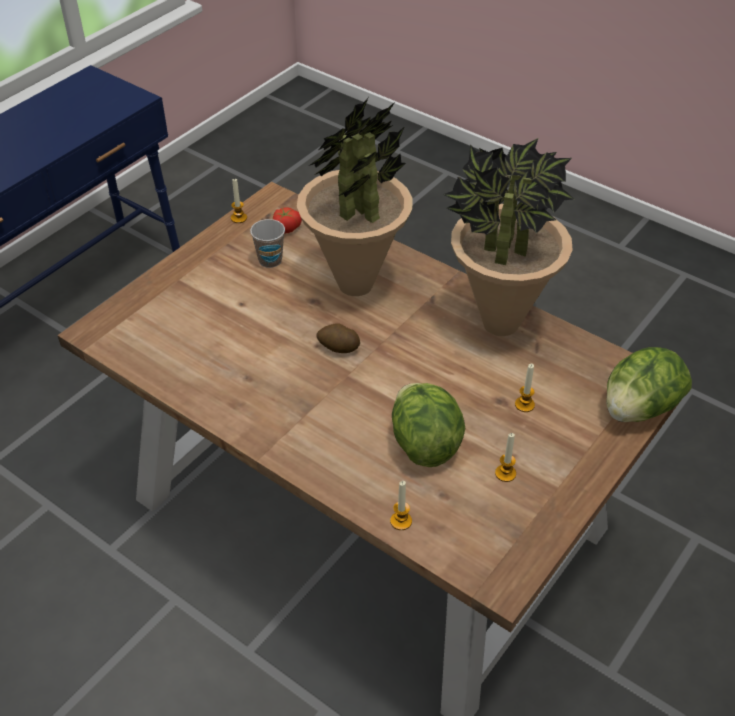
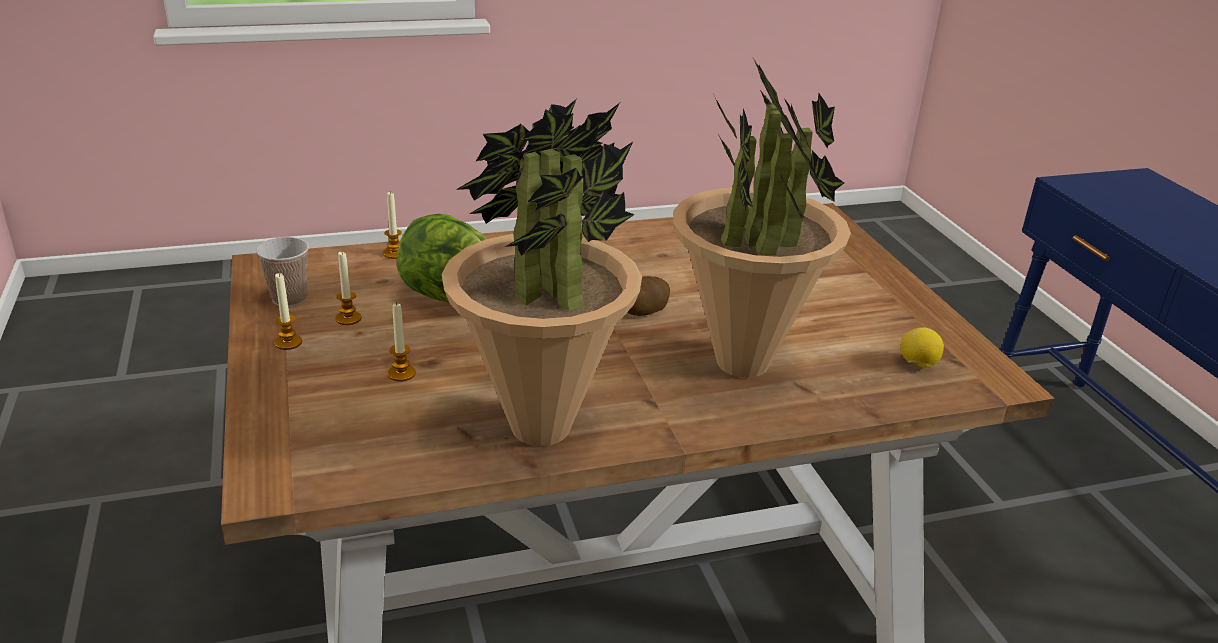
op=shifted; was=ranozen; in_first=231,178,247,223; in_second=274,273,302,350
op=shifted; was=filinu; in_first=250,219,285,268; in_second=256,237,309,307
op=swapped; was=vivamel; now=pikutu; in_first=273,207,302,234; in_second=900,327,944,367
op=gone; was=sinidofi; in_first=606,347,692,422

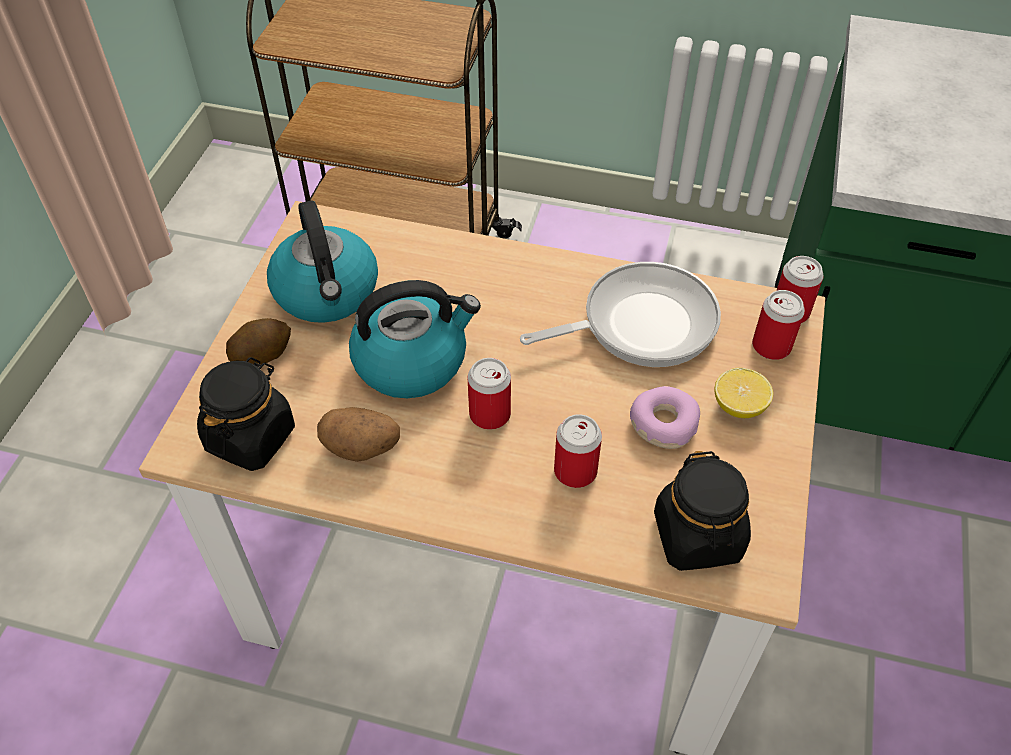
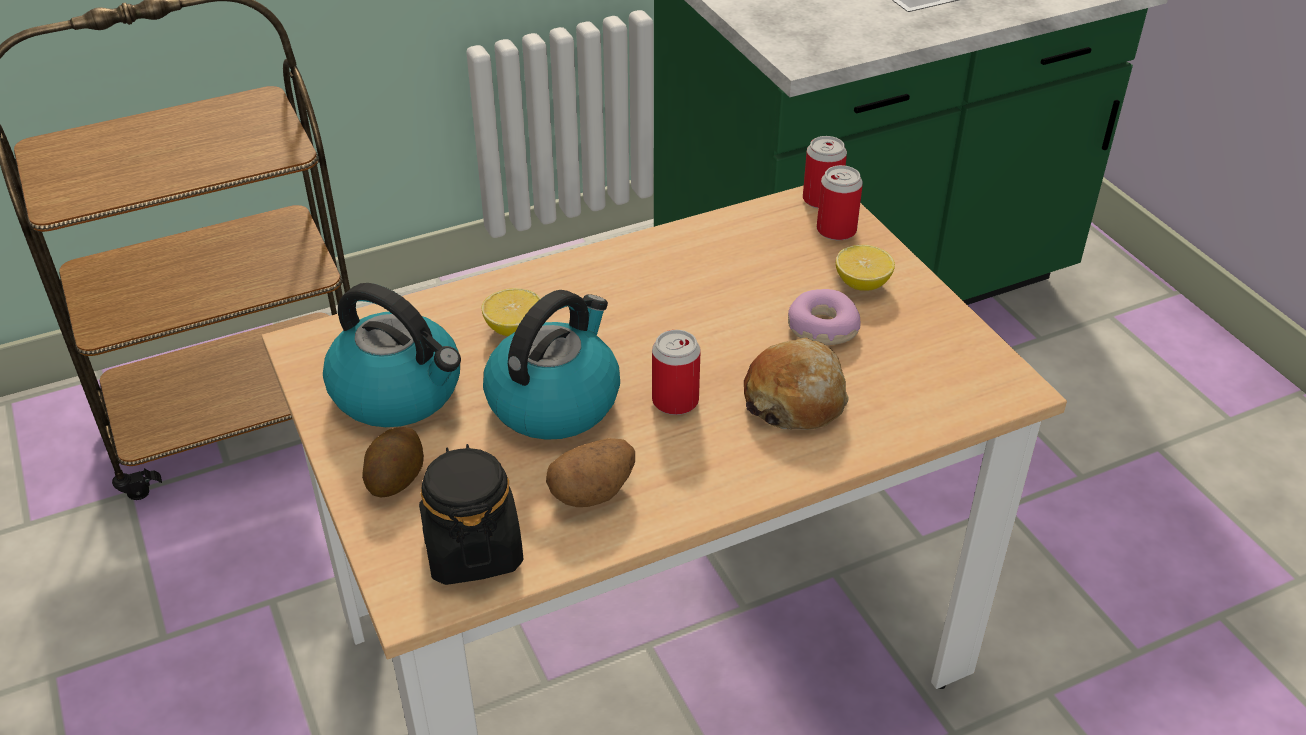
op=gone; was=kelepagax; in_first=520,262,721,367
op=swapped; was=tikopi; now=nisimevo; in_first=554,414,602,488; in_second=744,338,848,430
op=gone; was=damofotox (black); in_first=654,451,751,571
op=new; now=pikutu; in_second=482,288,541,336

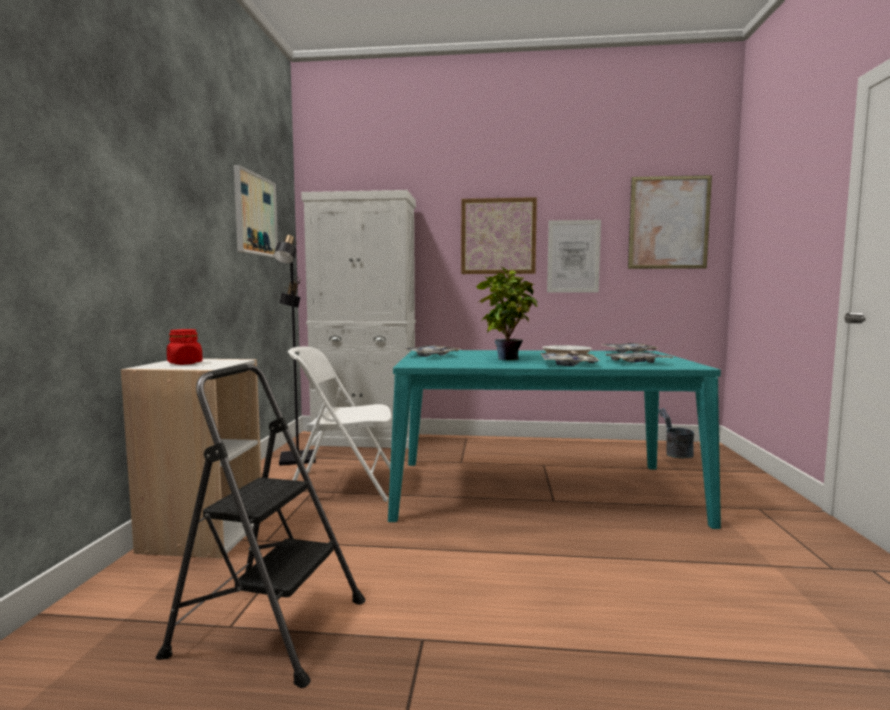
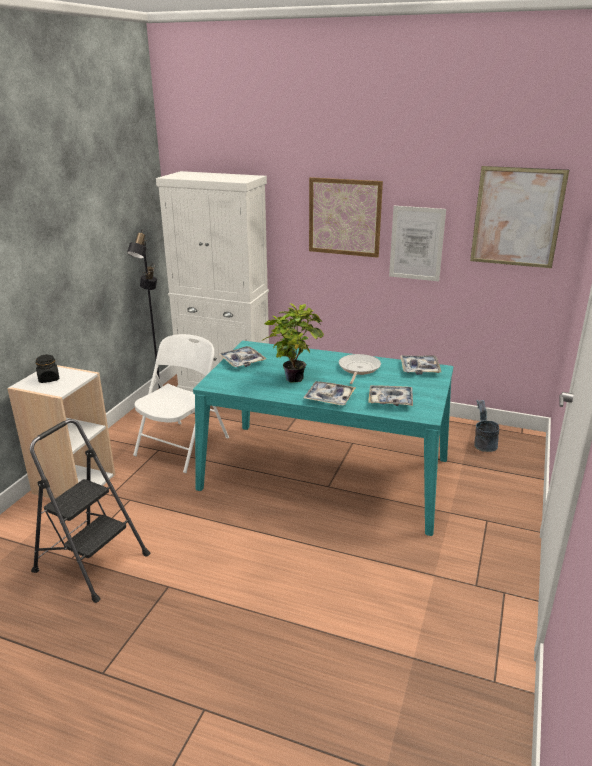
op=repainted; was=damofotox (red); now=damofotox (black); in_first=167,329,203,365; in_second=36,354,60,383
op=gone; was=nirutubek; in_first=234,165,278,258
op=rotated; was=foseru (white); in_first=288,346,391,502; in_second=133,334,229,473; clockwise=105

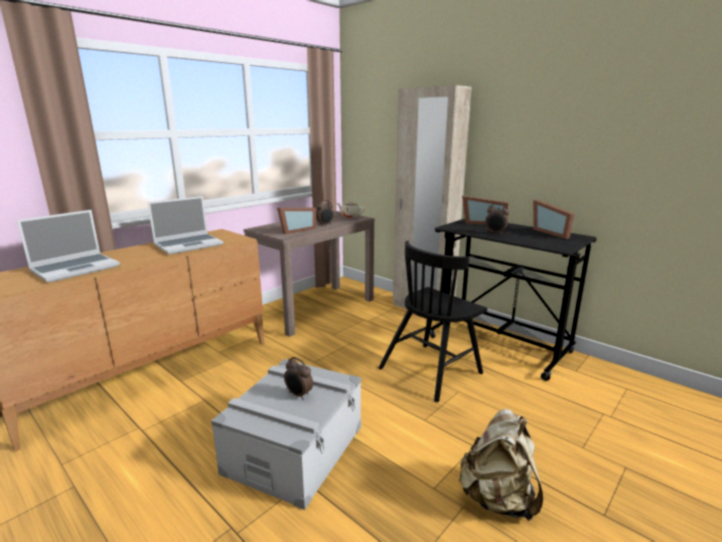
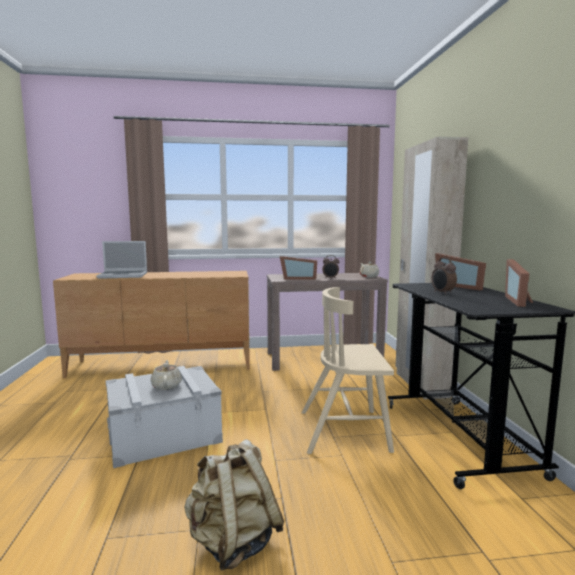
op=gone; was=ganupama; in_first=147,196,223,255
op=swapped; was=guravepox; now=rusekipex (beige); in_first=284,357,313,400; in_second=151,360,182,390
op=repainted; was=foseru (black); now=foseru (beige); in_first=378,241,487,402; in_second=301,287,394,454

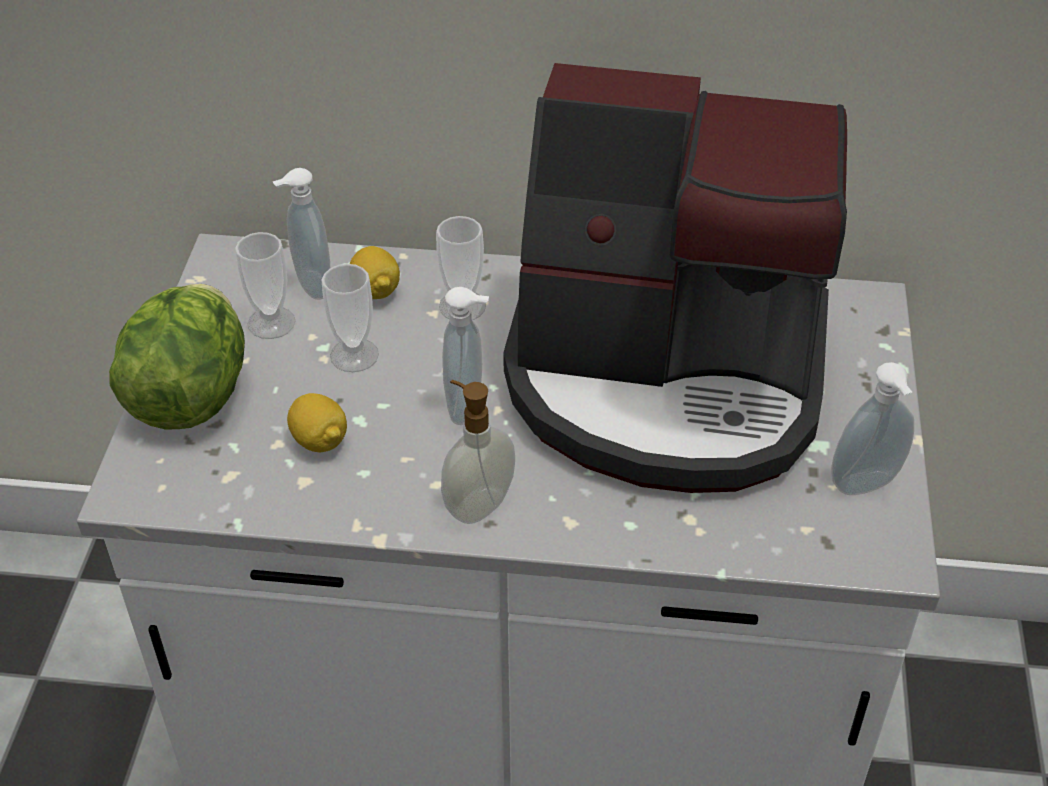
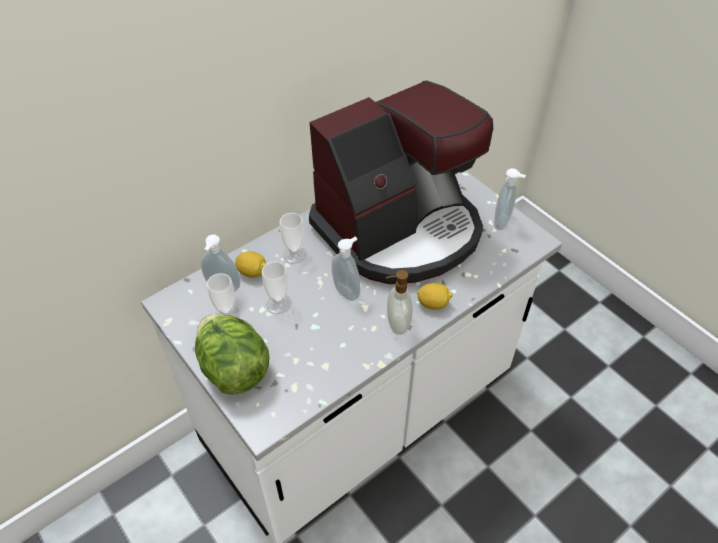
op=shifted; was=pikutu; in_first=287,393,347,452; in_second=417,283,453,310

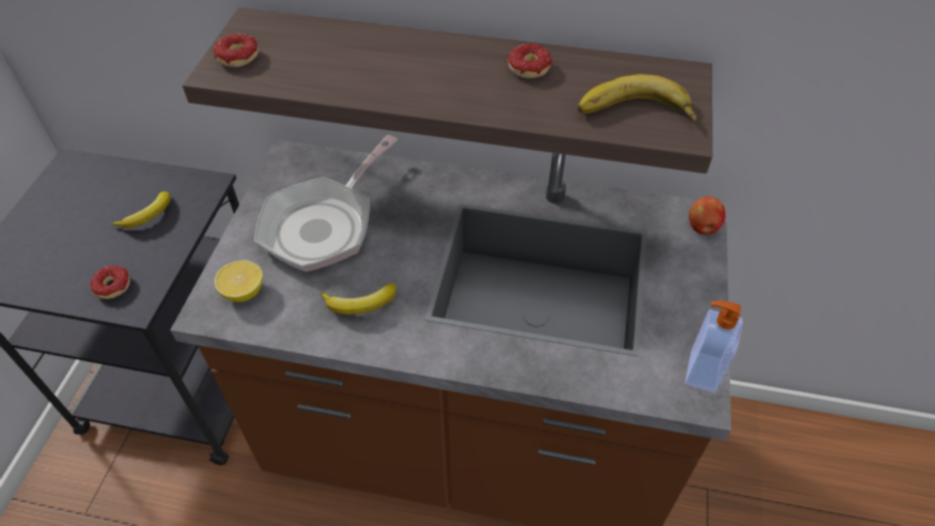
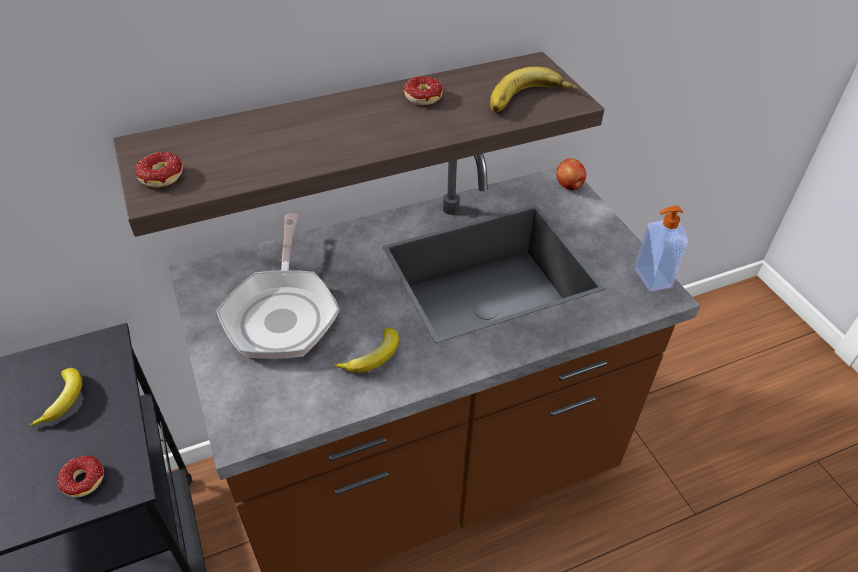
op=gone; was=pikutu; in_first=214,260,263,302

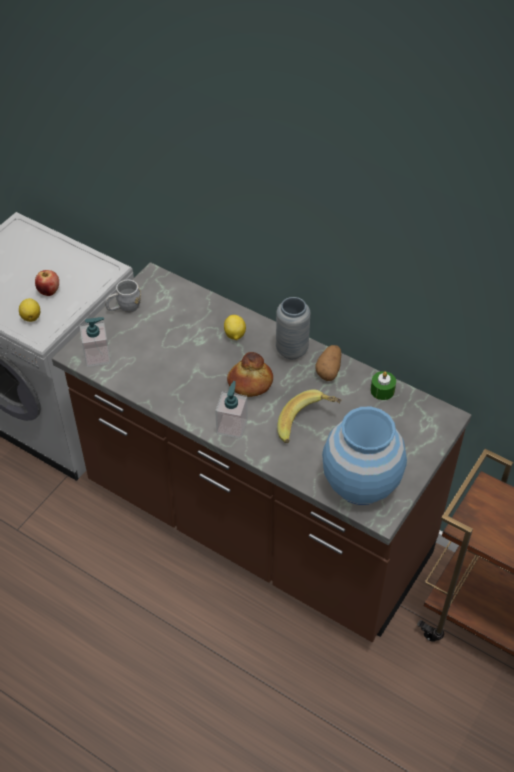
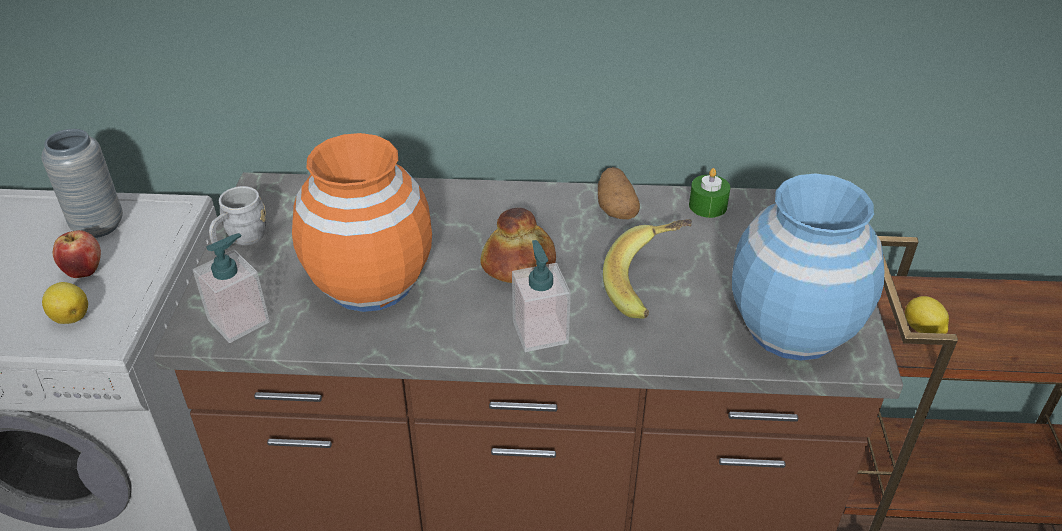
op=shifted; was=pikutu; in_first=224,315,246,340; in_second=905,296,949,334
op=shifted; was=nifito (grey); in_first=276,297,310,359; in_second=42,129,123,238
op=new; now=nifito (orange); in_second=292,133,432,312

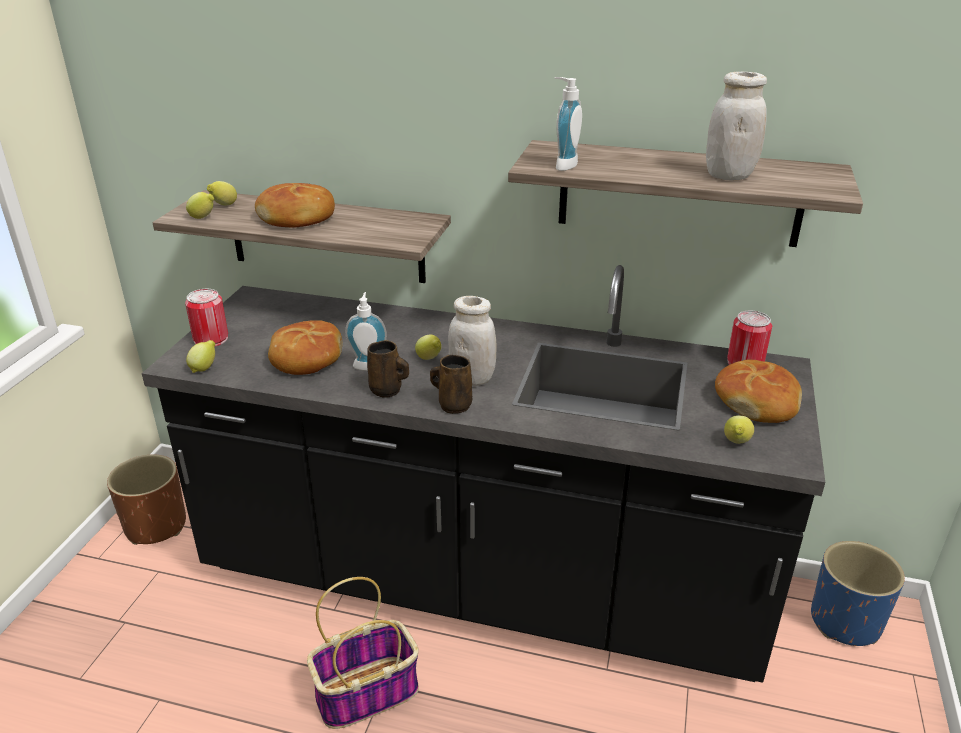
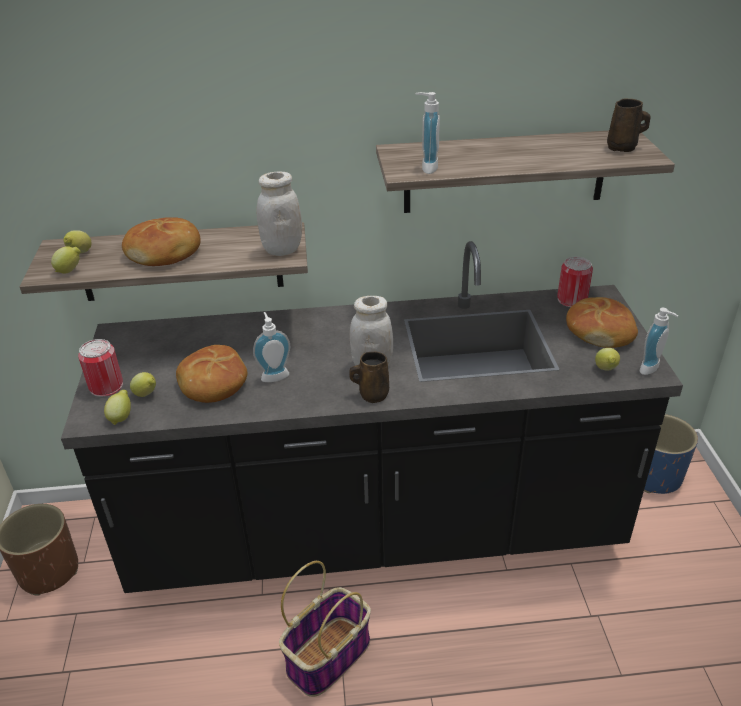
op=shifted; was=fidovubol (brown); in_first=367,340,409,398; in_second=607,99,651,152
op=shifted; was=pikutu; in_first=415,335,441,360; in_second=130,372,156,397
op=shifted; was=damofotox (white); in_first=706,72,767,180; in_second=257,171,302,256
op=new; now=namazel; in_second=639,308,679,375

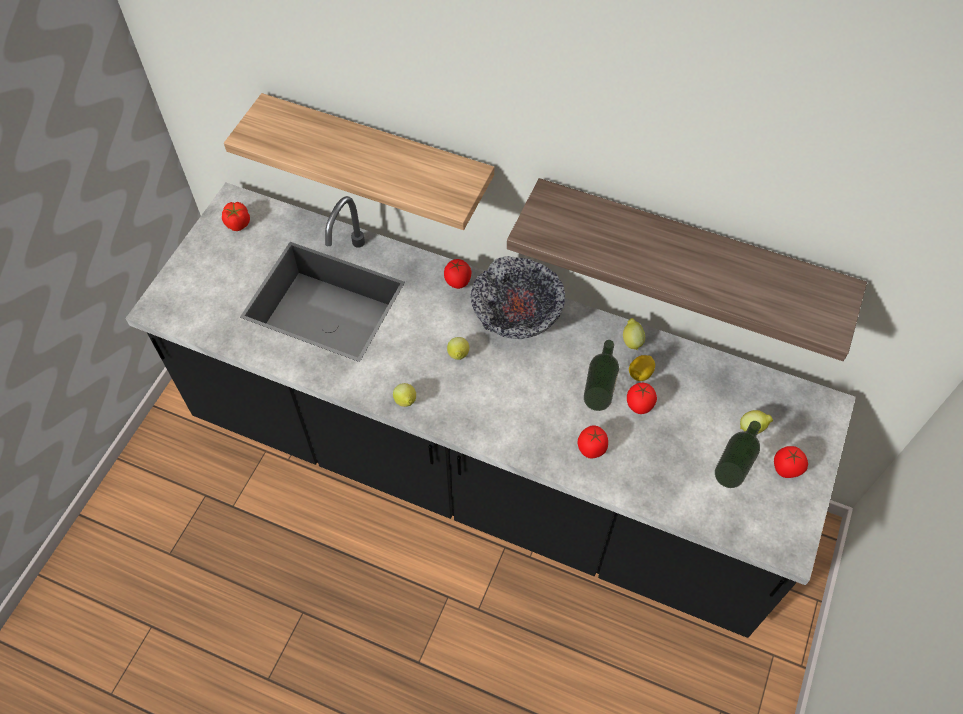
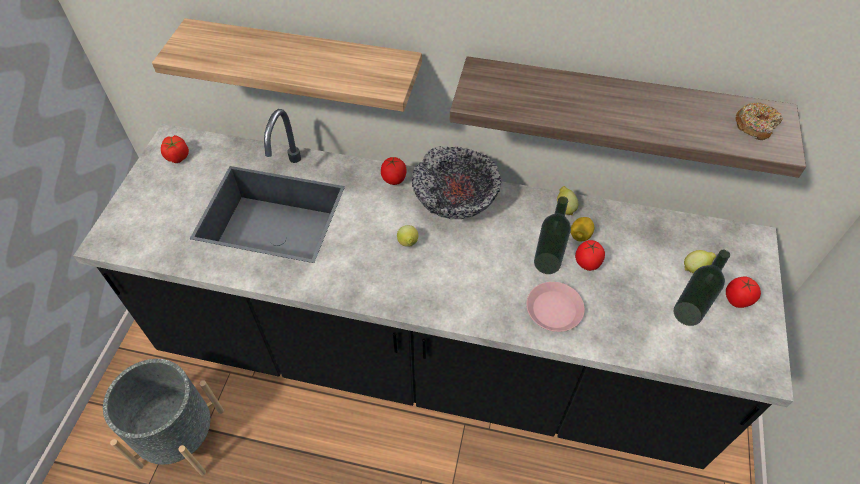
op=gone; was=pikutu; in_first=393,383,416,407
op=swapped; was=vivamel; now=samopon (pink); in_first=578,425,608,459; in_second=526,282,585,332
op=new; now=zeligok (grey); in_second=103,359,224,475
op=new; now=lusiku; in_second=735,102,783,140

